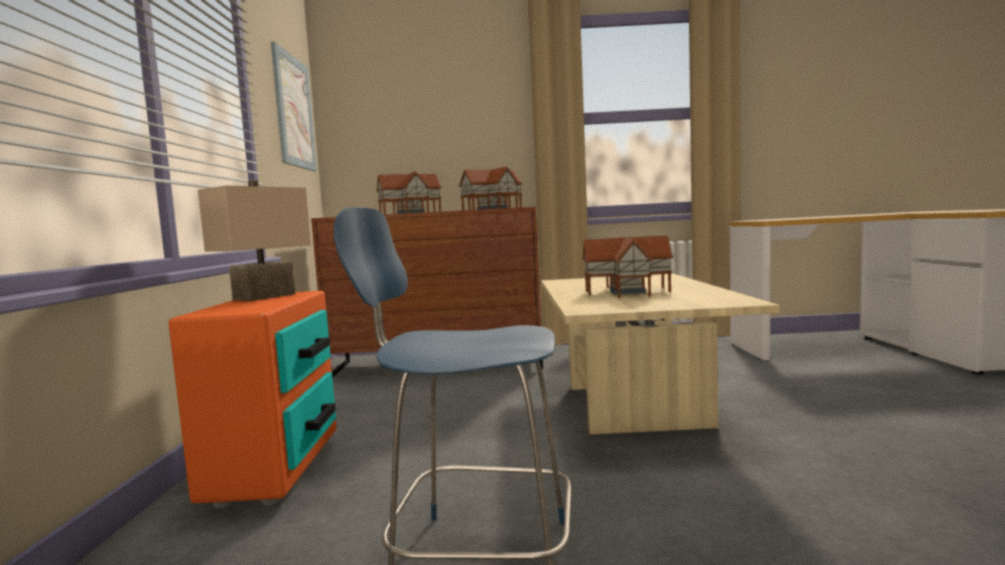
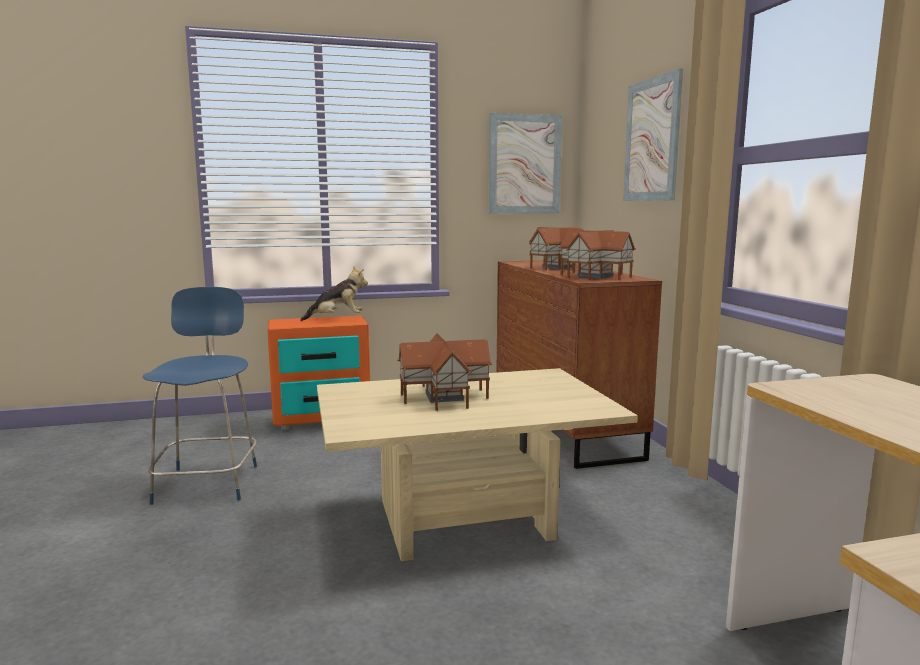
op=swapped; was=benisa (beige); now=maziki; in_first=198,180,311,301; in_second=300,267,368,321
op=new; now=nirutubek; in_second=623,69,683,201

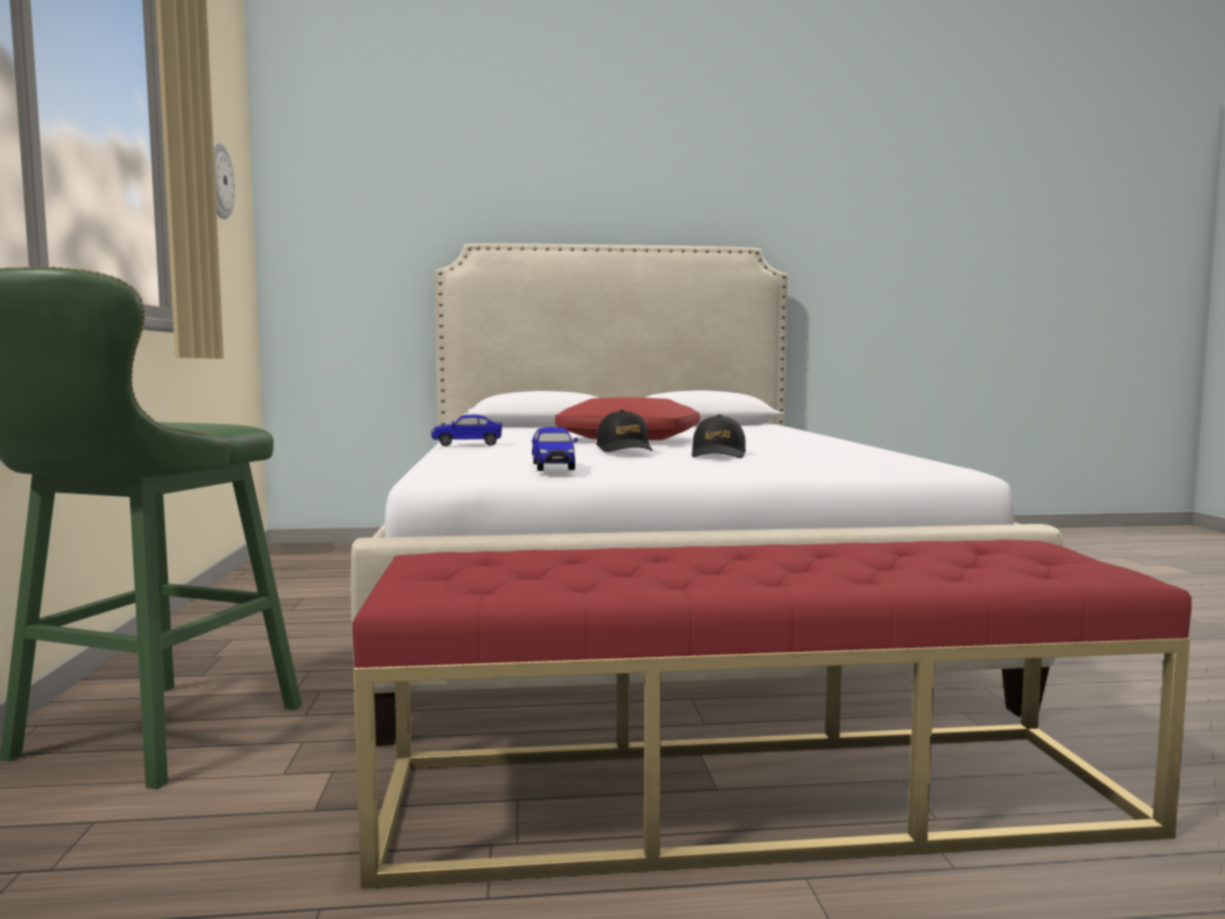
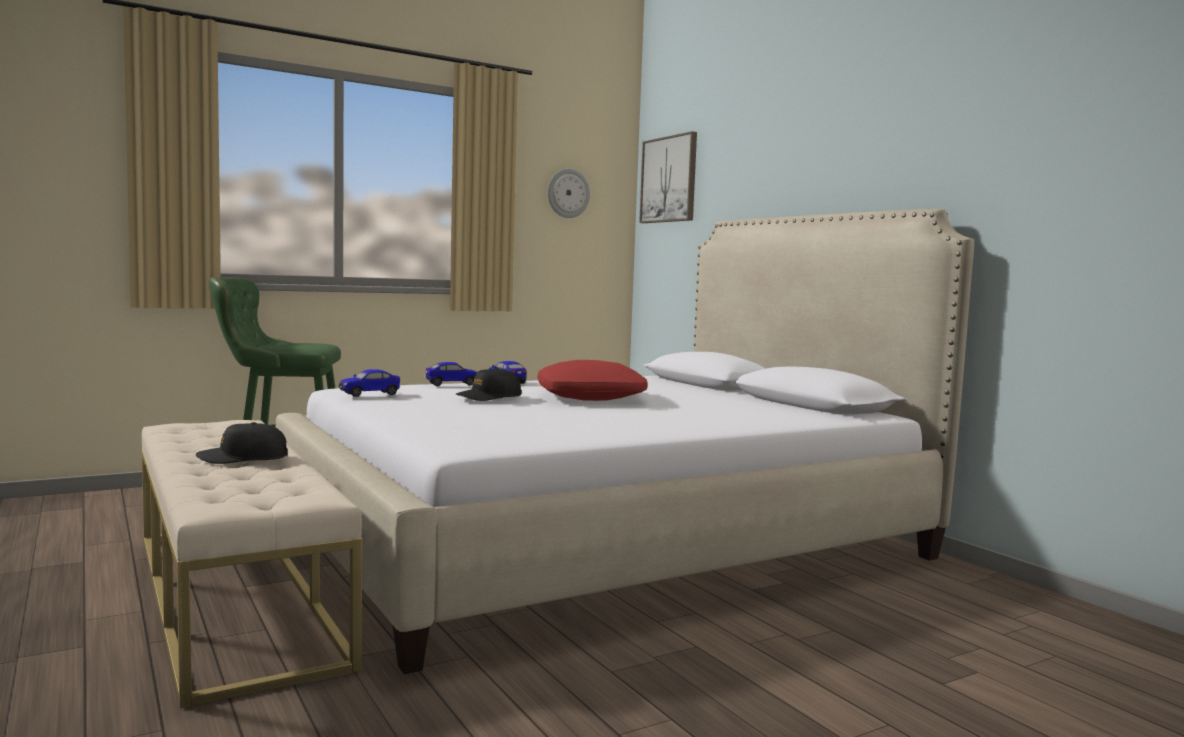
op=repainted; was=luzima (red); now=luzima (beige); in_first=352,540,1192,889; in_second=142,420,362,708
op=shifted; was=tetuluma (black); in_first=692,414,746,458; in_second=196,422,288,464
op=new; now=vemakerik; in_second=426,362,477,386
op=new; now=nirutubek; in_second=639,131,697,223

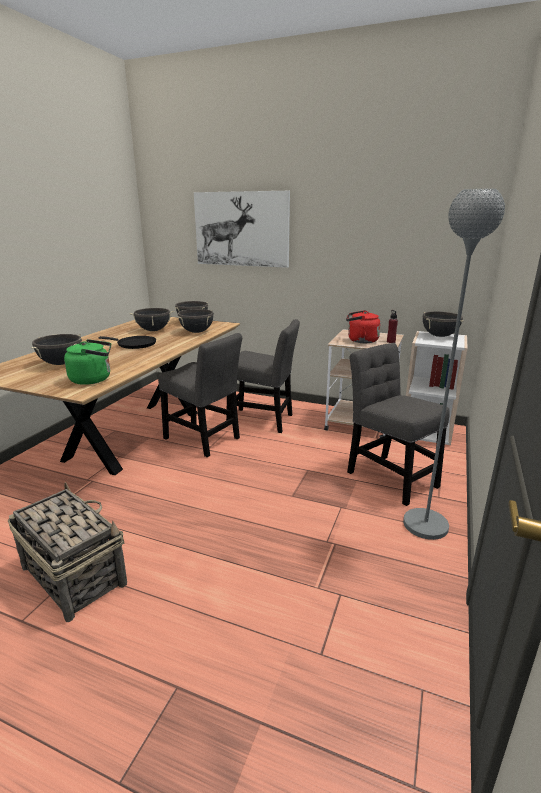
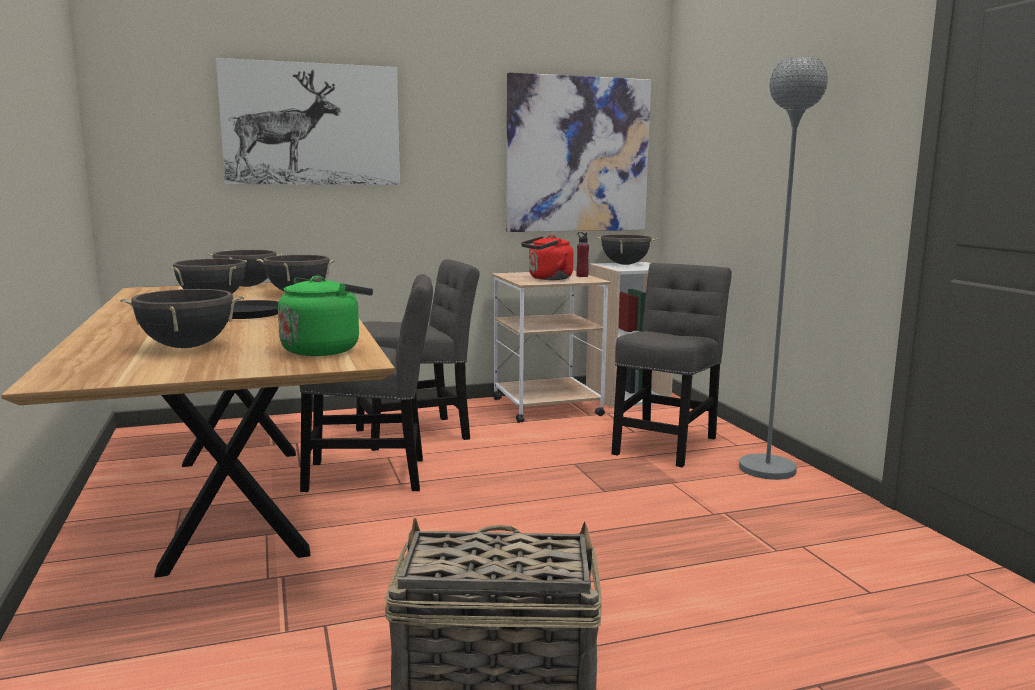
op=rotated; was=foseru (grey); in_first=347,343,450,506; in_second=611,263,732,467; clockwise=105
op=new; now=nirutubek; in_second=506,72,651,232

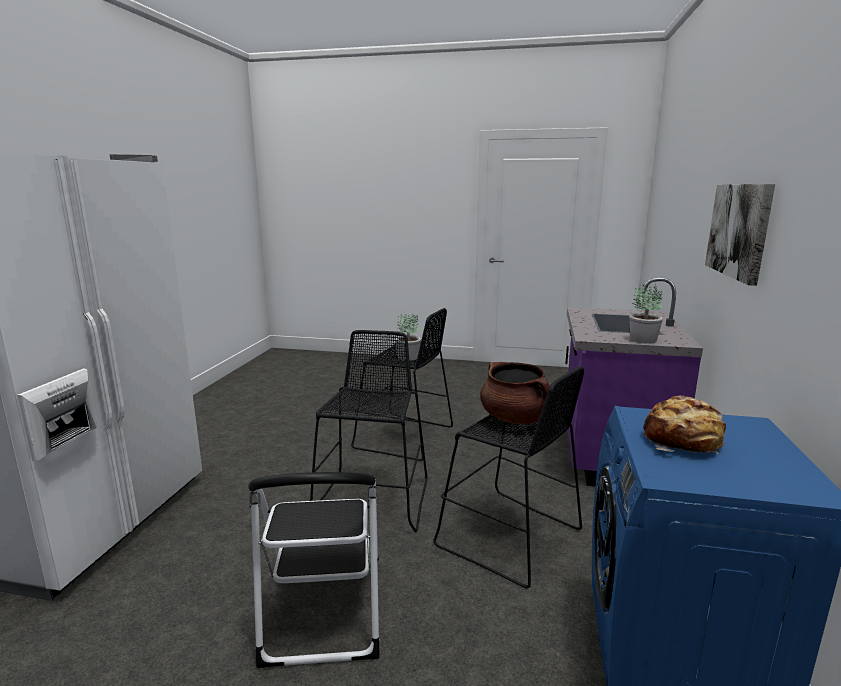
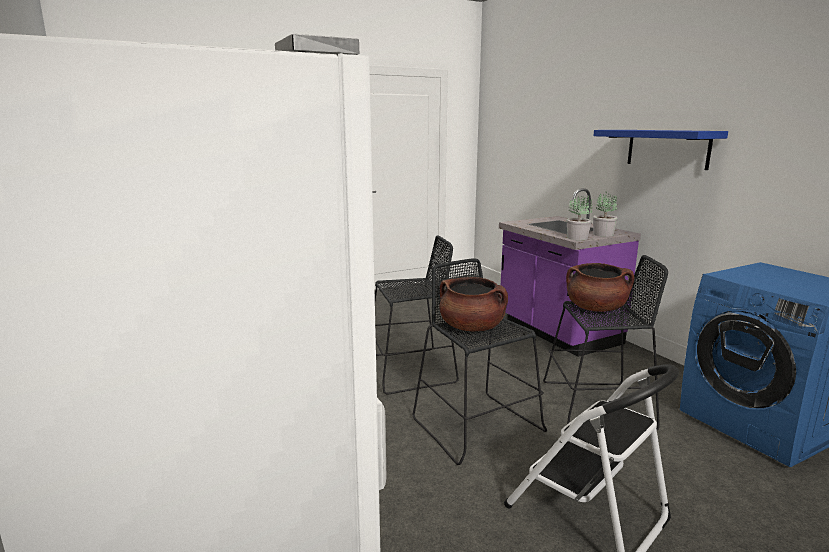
op=shifted; was=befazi; in_first=396,314,421,361; in_second=567,196,593,240
op=gone; was=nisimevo; in_first=643,395,726,454
op=swapped; was=nirutubek; now=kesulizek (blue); in_first=705,184,775,286; in_second=593,130,728,170
op=new; now=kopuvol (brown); in_second=439,277,508,331

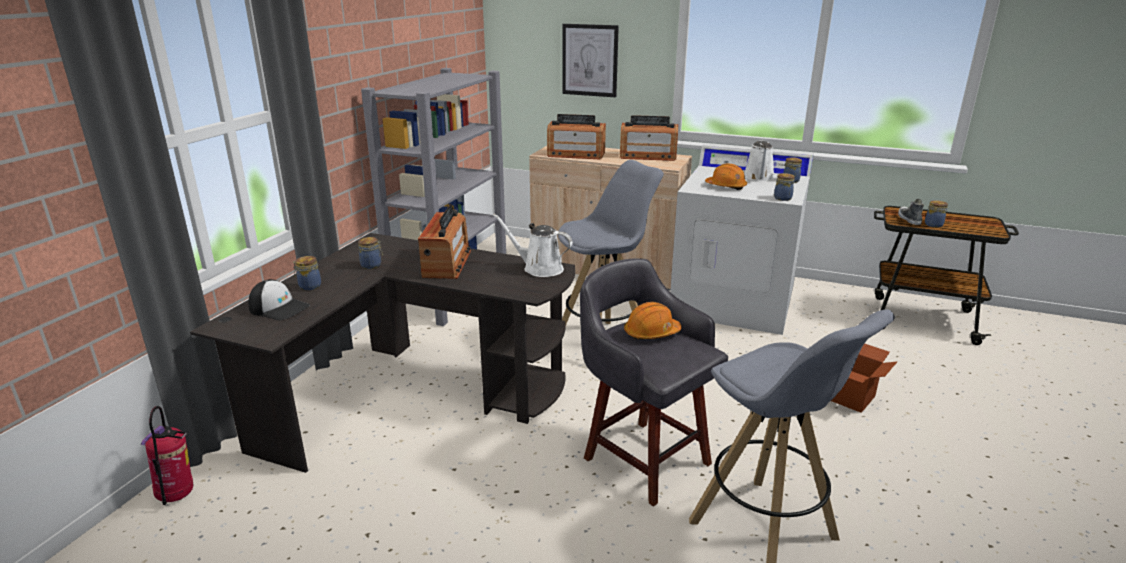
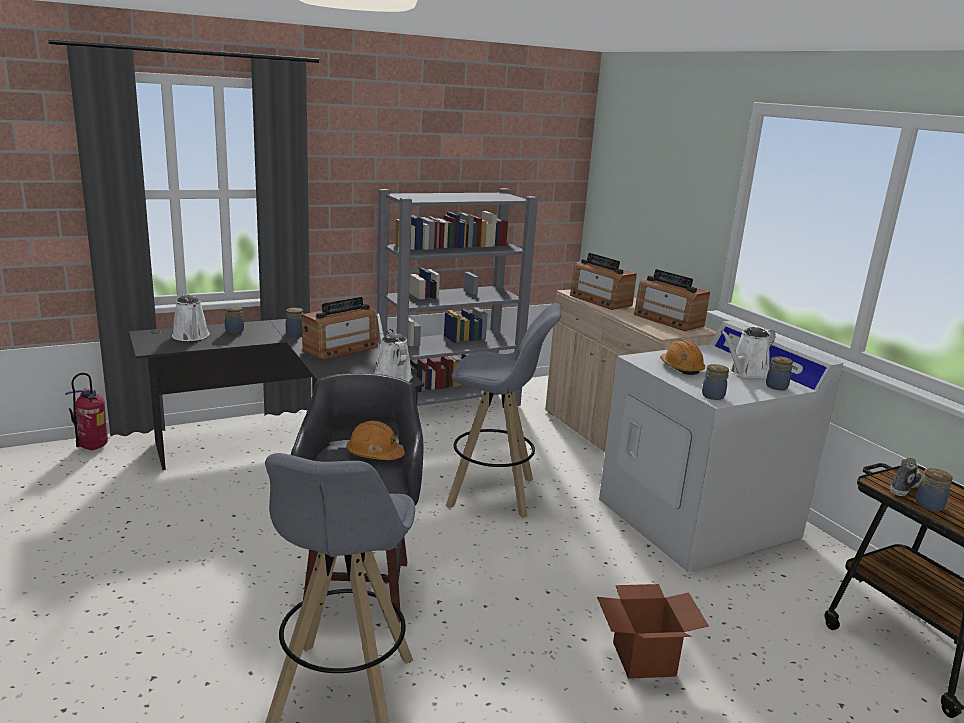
op=swapped; was=tetuluma; now=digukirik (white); in_first=248,279,310,320; in_second=172,294,210,341
op=gone; was=nirutubek; in_first=562,24,619,97

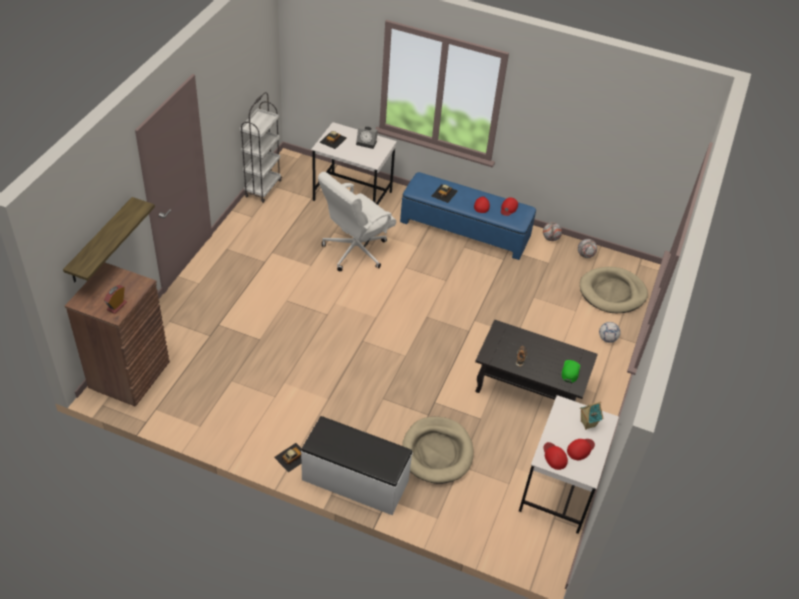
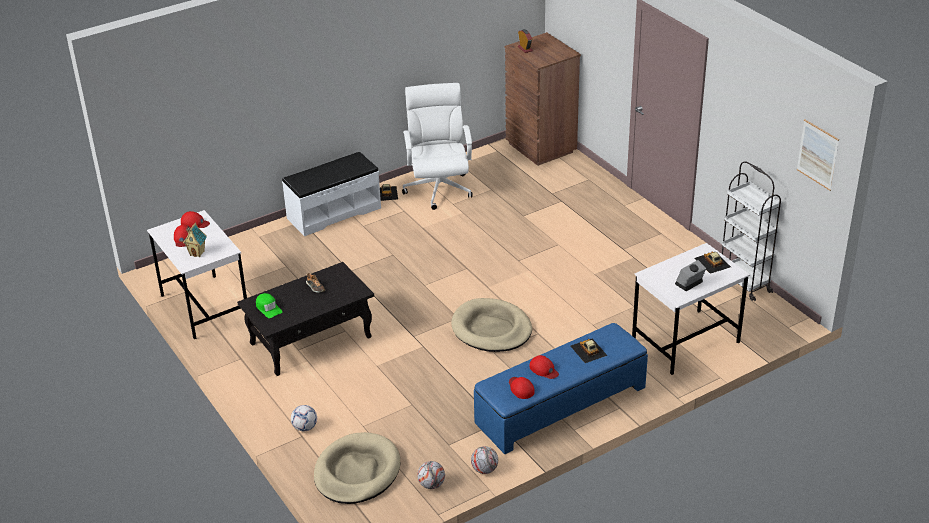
op=gone; was=kesulizek; in_first=63,197,155,282
op=shifted; was=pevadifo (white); in_first=318,172,396,271; in_second=402,83,473,210
op=shifted; was=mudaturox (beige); in_first=402,417,474,484; in_second=451,298,532,352
op=new; now=nirutubek; in_second=797,119,839,191

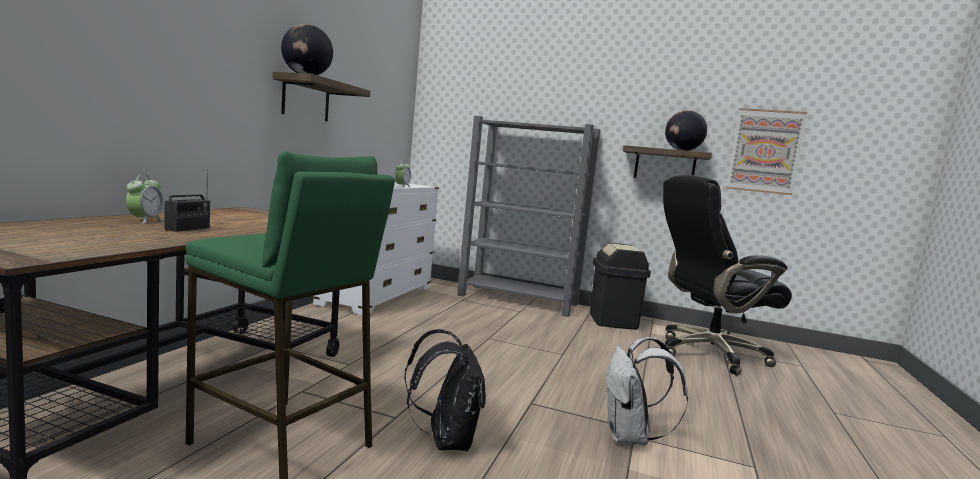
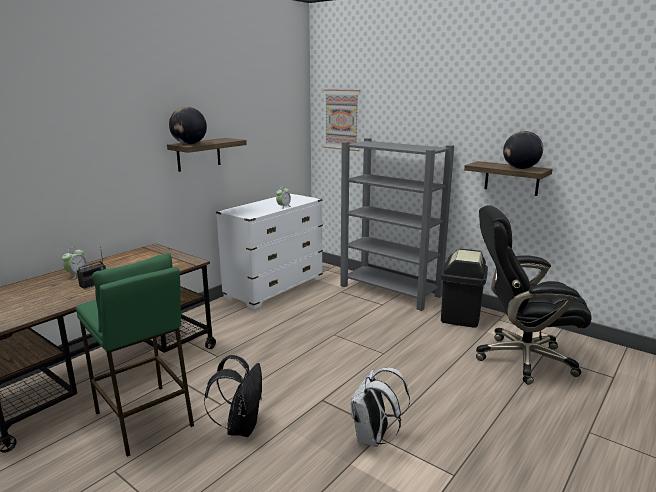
op=shifted; was=nirutubek; in_first=726,108,807,195; in_second=324,89,360,151

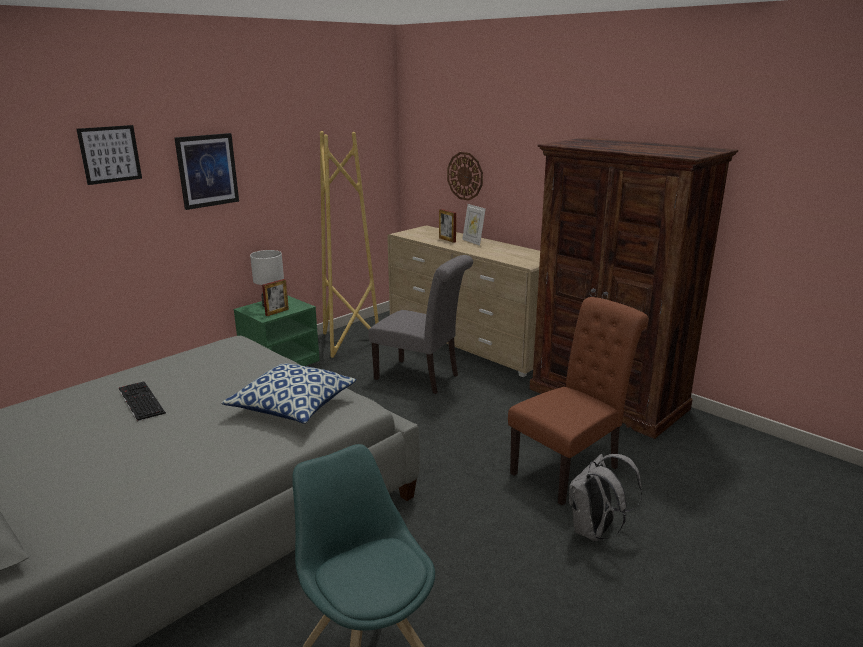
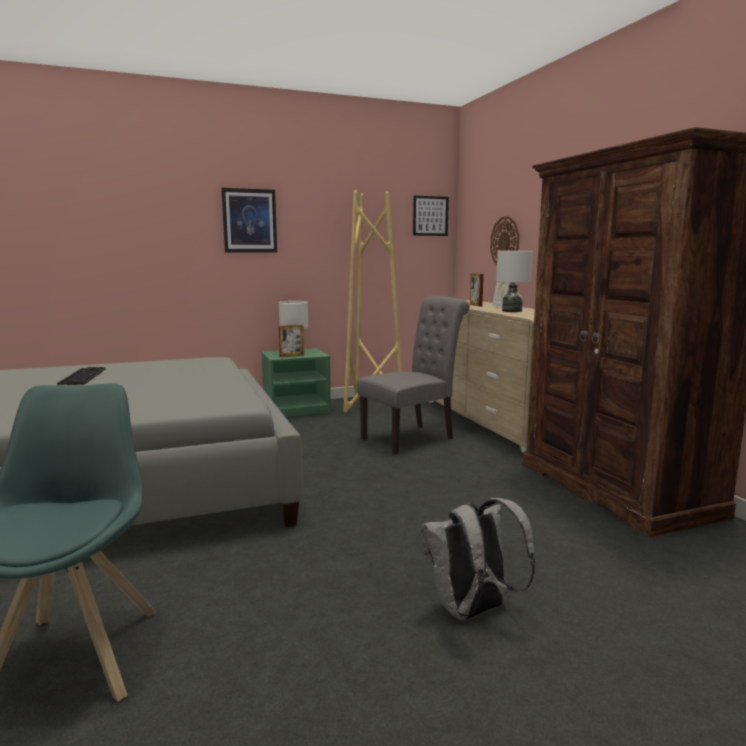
op=shifted; was=nirutubek; in_first=76,125,142,185; in_second=413,196,449,236
op=gone; was=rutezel; in_first=221,364,356,424
op=rotated; was=foseru (grey); in_first=368,255,473,394; in_second=357,296,470,454; clockwise=-90
op=gone; was=foseru (brown); in_first=508,297,649,505
op=new; now=benisa (grey); in_second=496,251,533,312

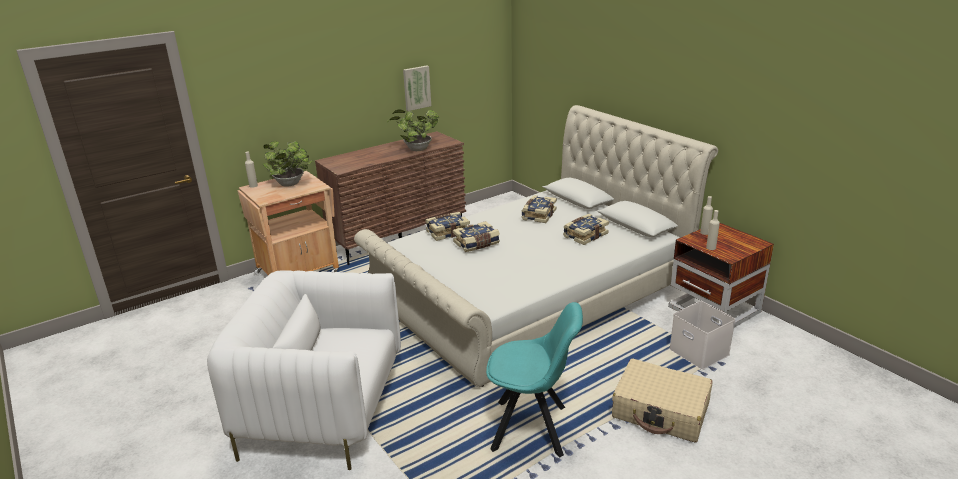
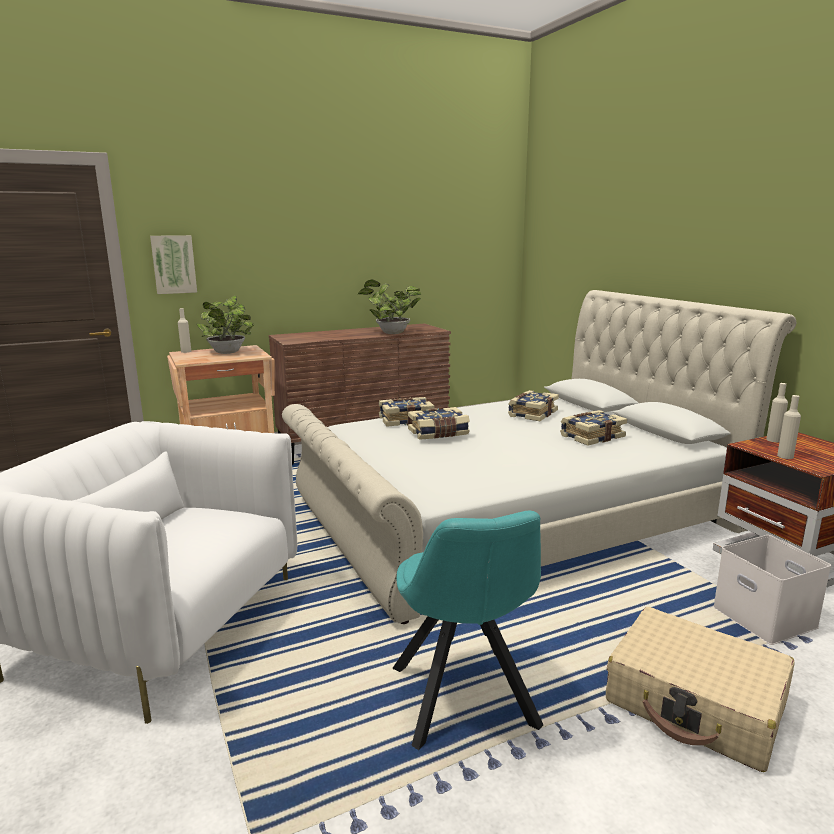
op=shifted; was=nirutubek; in_first=403,66,431,111; in_second=150,235,197,294
op=rotated; was=foseru (turquoise); in_first=486,302,583,458; in_second=392,511,543,750; clockwise=60

